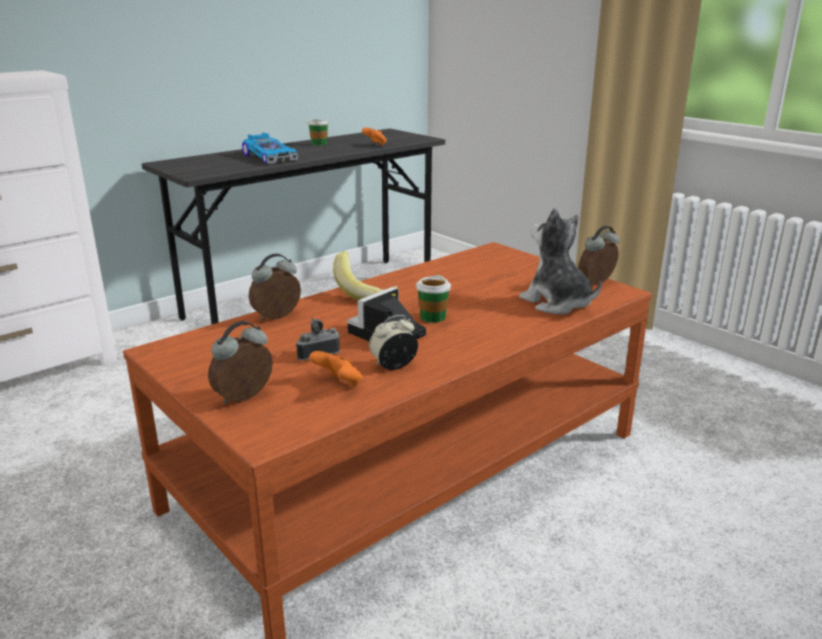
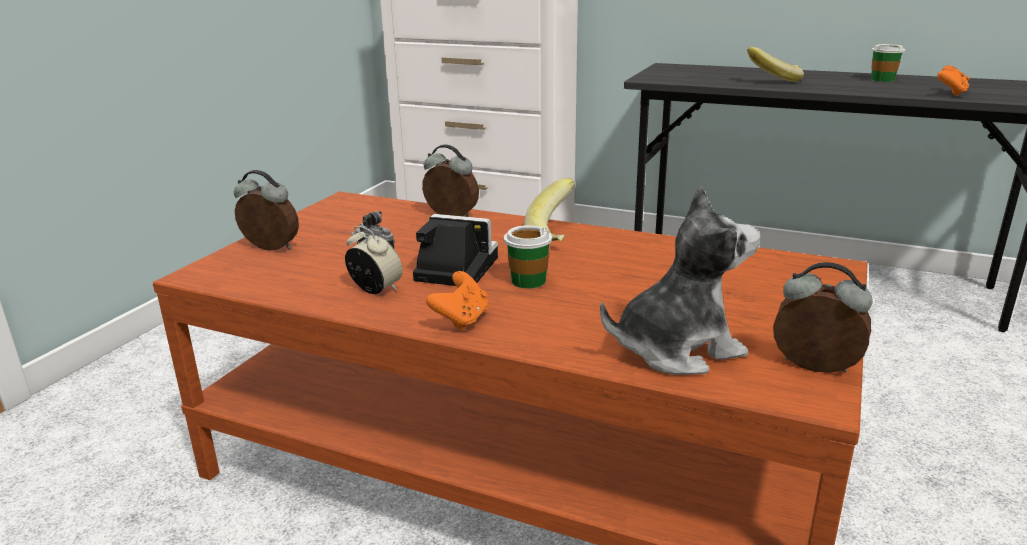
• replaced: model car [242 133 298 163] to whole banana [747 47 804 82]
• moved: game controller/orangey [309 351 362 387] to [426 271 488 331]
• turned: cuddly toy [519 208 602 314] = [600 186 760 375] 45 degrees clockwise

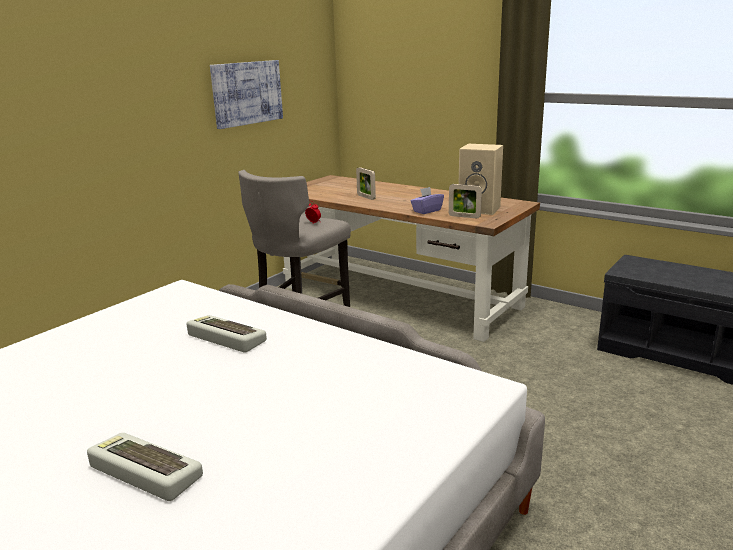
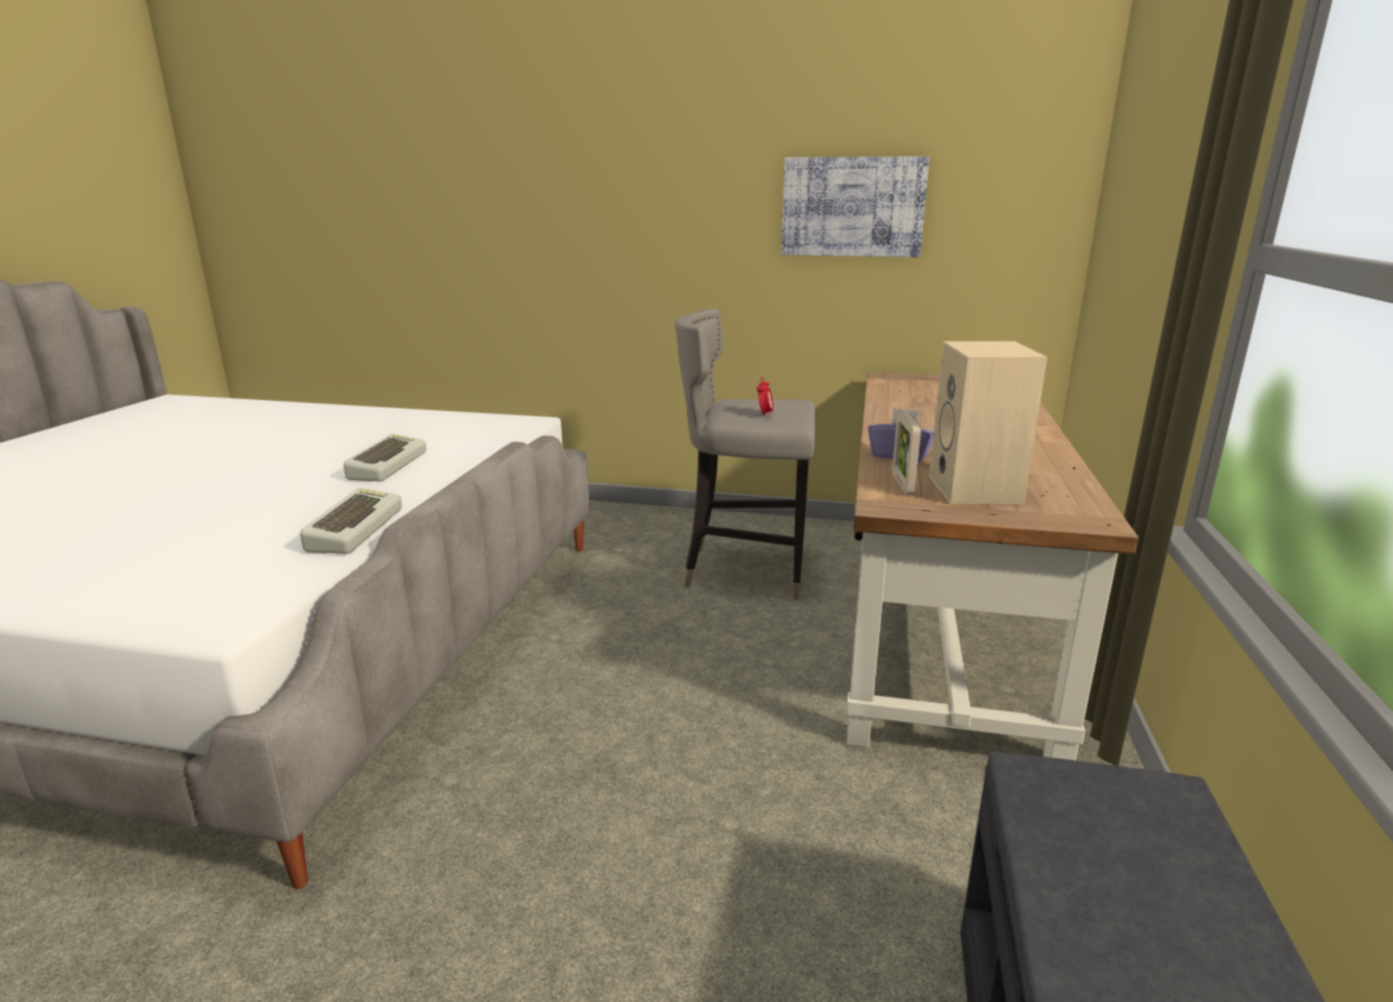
• moved: computer keyboard [87 433 203 501] to [300 488 402 554]
• removed: standing frame [356 167 376 200]

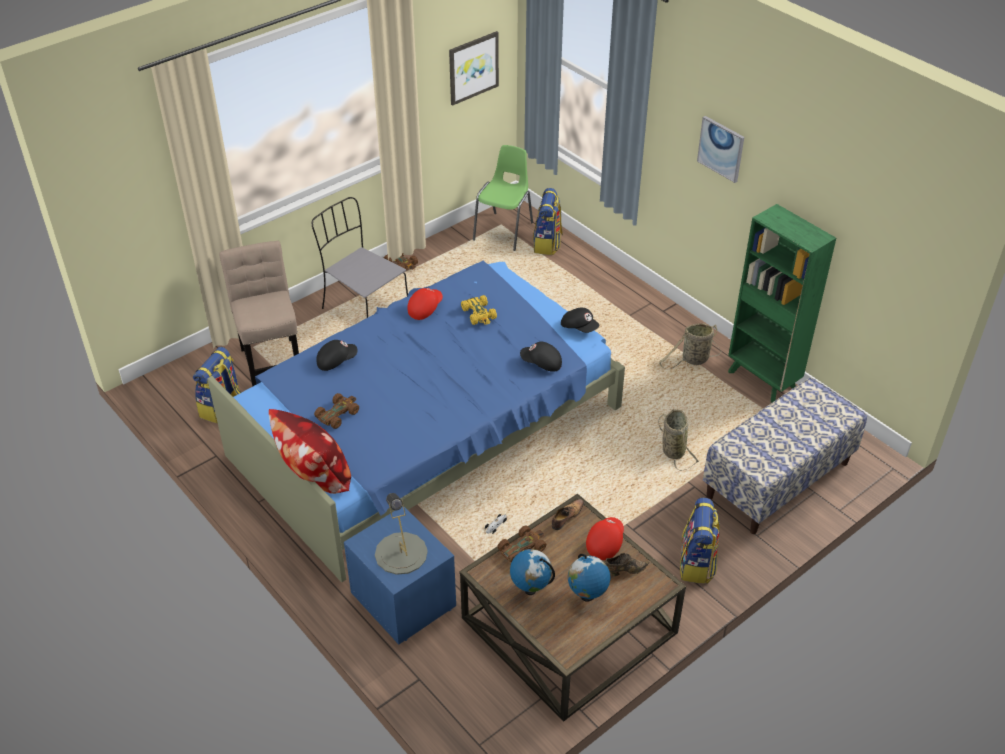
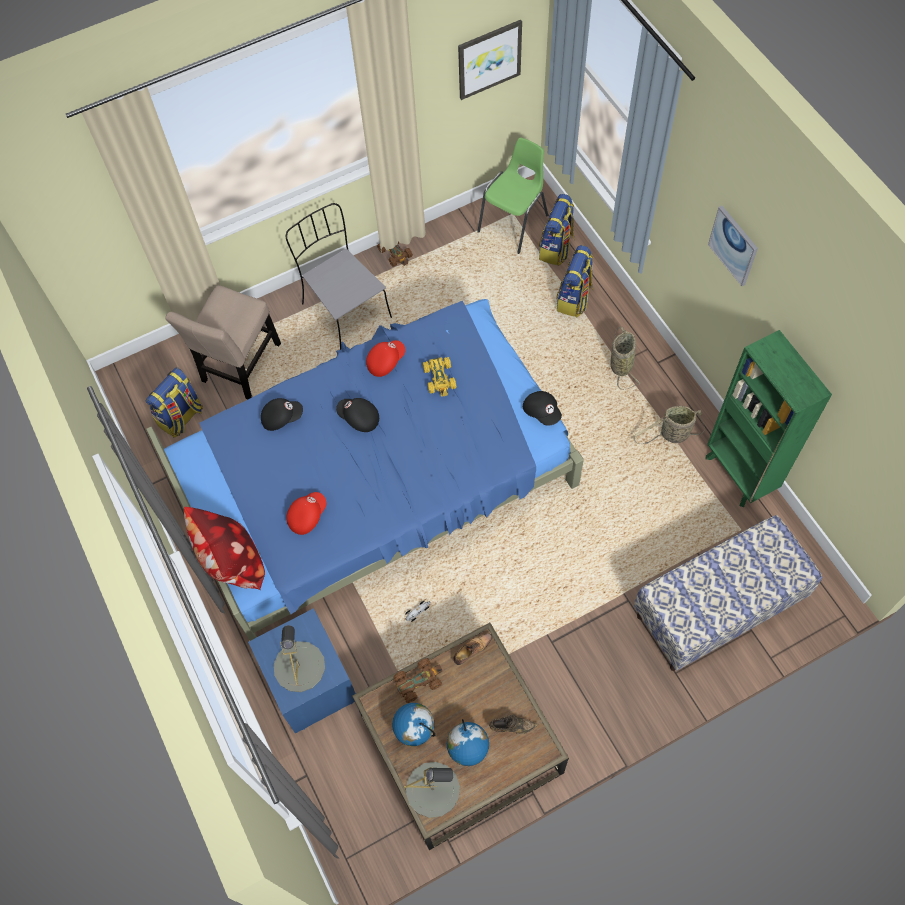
• turned: upright chair/beige-coloured [219 241 299 387] = [166 285 281 399] 150 degrees counterclockwise
• removed: model car/brown [314 393 359 429]
• moved: cap/black-coloured [520 342 562 372] to [336 398 379 432]
• moved: cap/reddish [586 517 624 560] to [286 492 326 535]
• moved: household basket [658 409 700 471] to [611 326 640 389]
• moved: knapsack [680 498 720 584] to [556 245 593 317]
• added: table lamp/greyish [404 762 460 818]

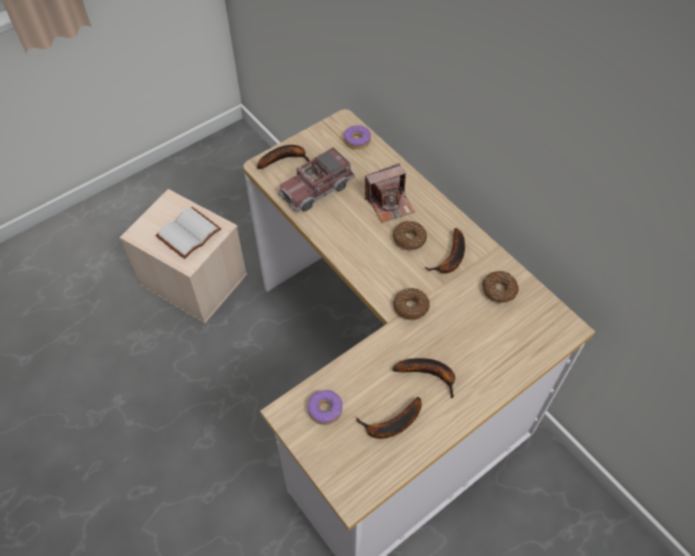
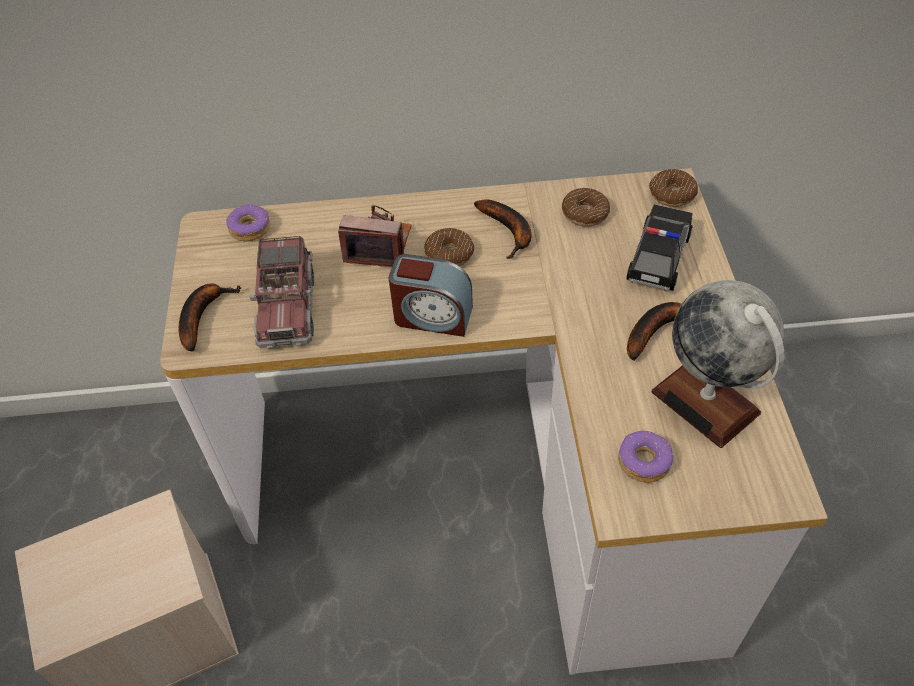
• removed: book/white [155 207 221 259]
• replaced: whole banana [356 397 422 439] to globe [651 280 784 448]
• turned: still camera [365 163 415 223] = [338 205 412 267] 90 degrees counterclockwise
• moved: ring doughnut [393 288 430 320] to [649 169 698 207]
• added: table clock [389 254 473 337]
• added: model car [626 204 693 291]

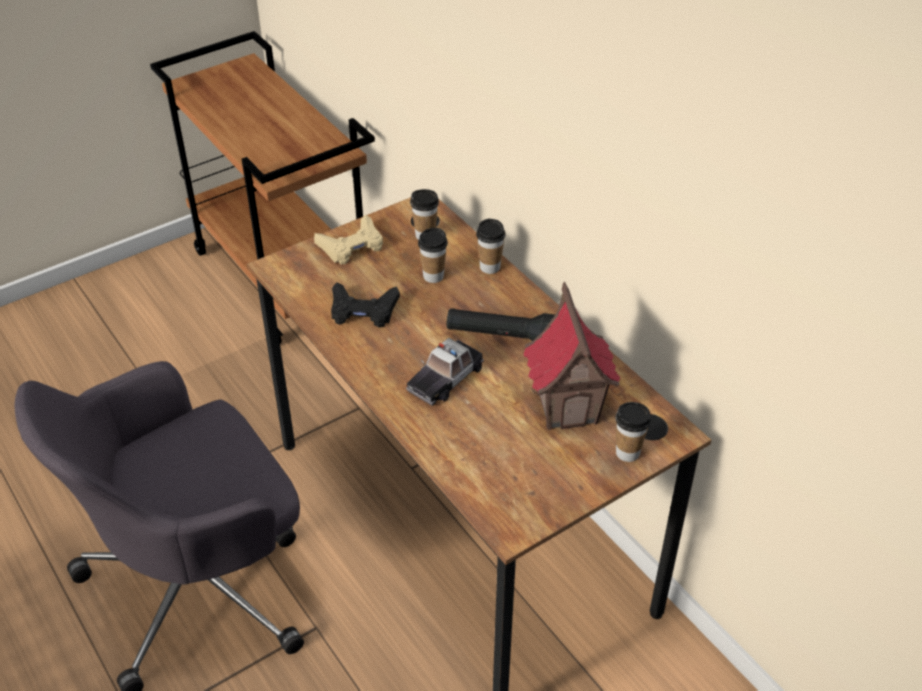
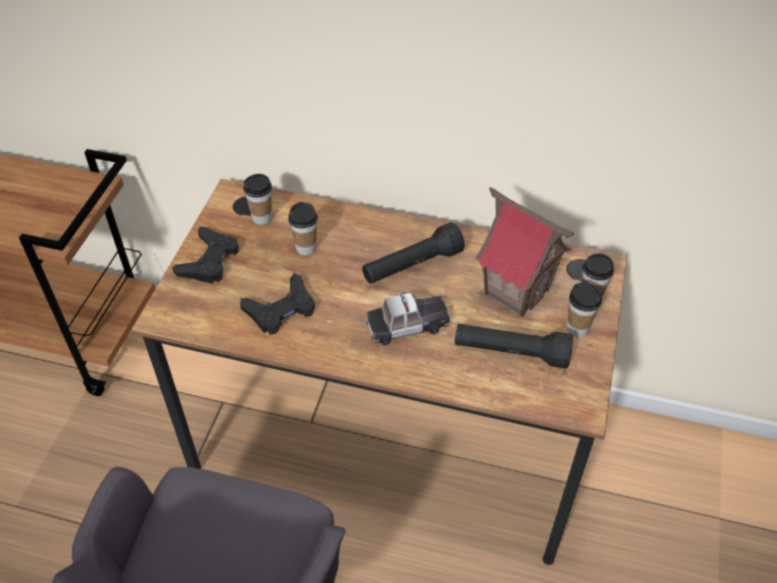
• recoloured: game controller/beige-coloured [314 215 383 265] to game controller/black-coloured [172 227 239 283]
• turned: model car [406 338 484 406] = [366 293 450 345] 105 degrees counterclockwise
• moved: small cup [476 219 506 274] to [567 282 602 337]
• added: flashlight/black-coloured [455 324 573 369]

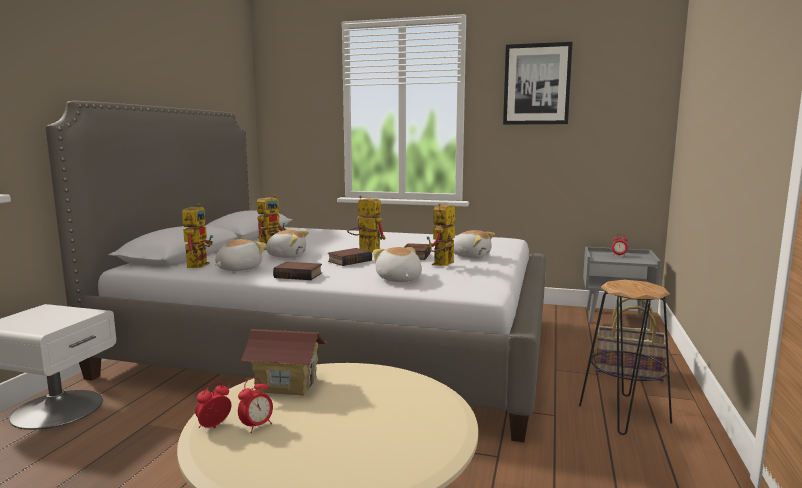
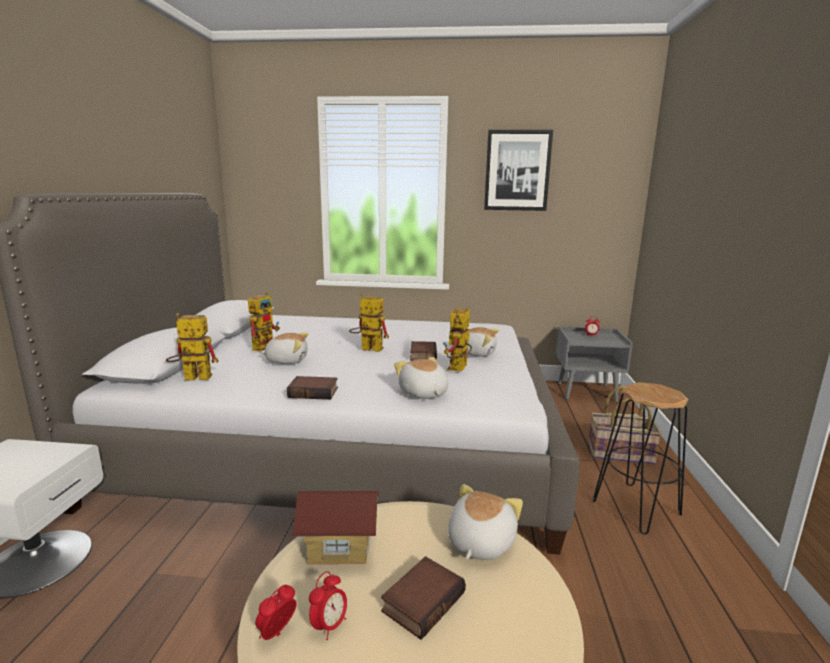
• turned: robot figure [182 203 213 268] = [166 313 218 381] 90 degrees counterclockwise
• moved: cuddly toy [215 239 266 271] to [448 484 523 560]
• moved: book [328 248 372 266] to [381 556 466 640]

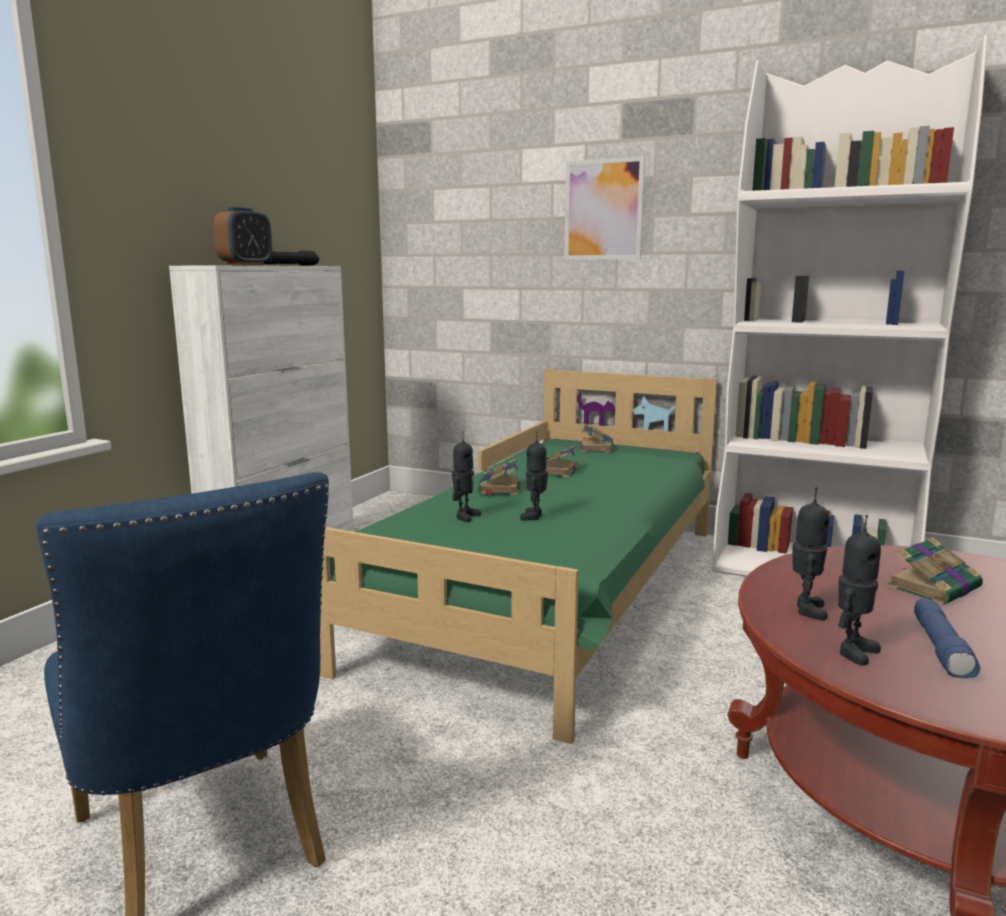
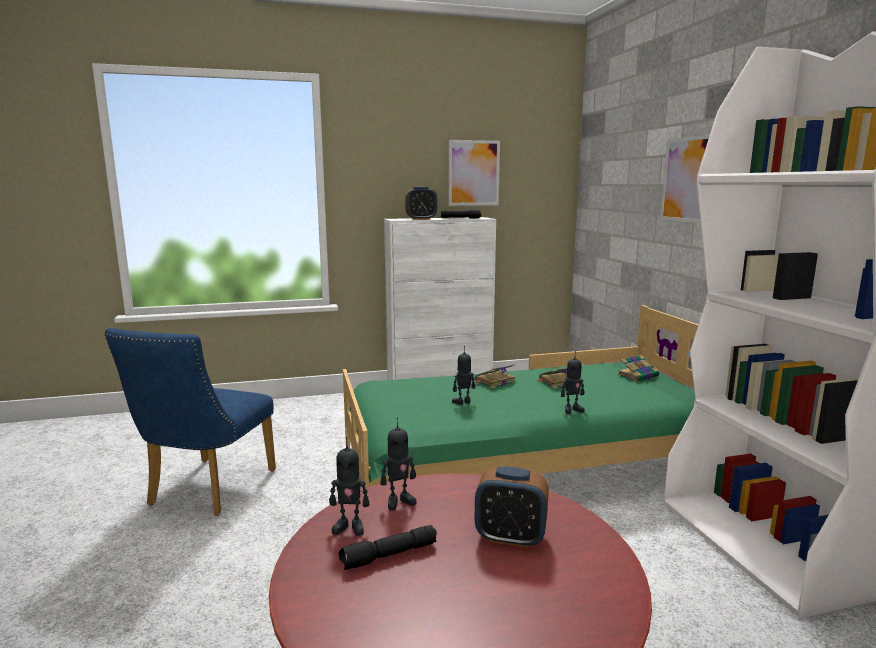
• moved: robot figure [452 431 481 522] to [561 351 585 414]
• replaced: book [886 537 983 605] to table clock [475 467 549 548]
• recoloured: flashlight/bluish [914 599 980 678] to flashlight/black-coloured [339 525 437 570]
• added: picture [449 140 500 206]

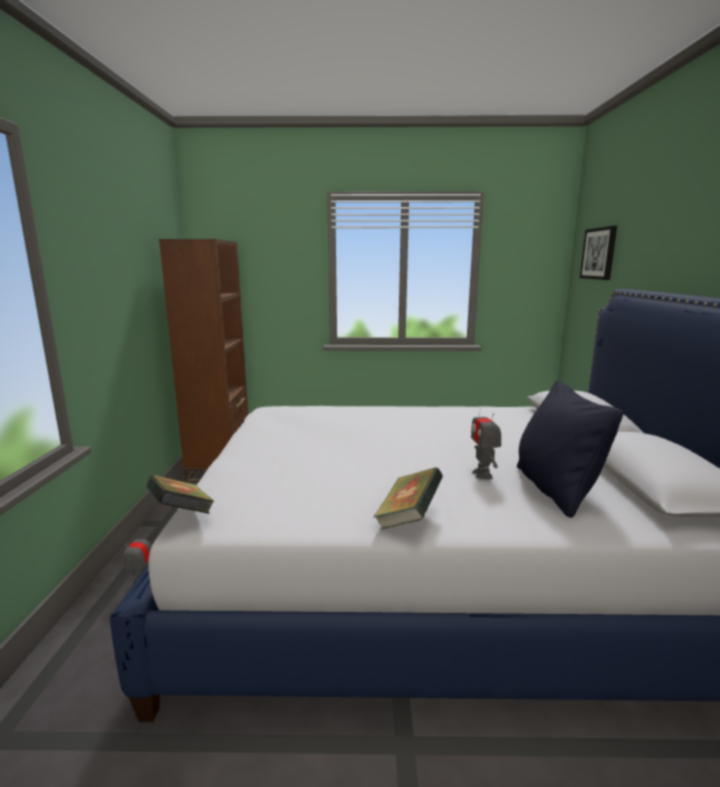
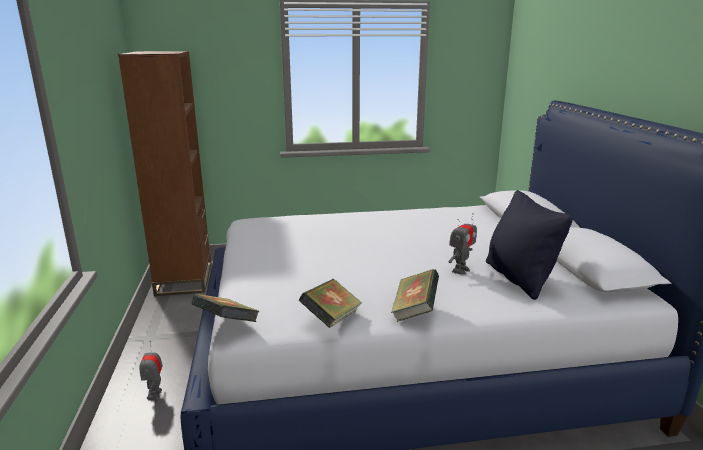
• turned: robot figure [471 402 501 479] = [449 213 477 275] 120 degrees counterclockwise
• removed: picture [580 226 617 280]
• added: book [299 279 362 328]

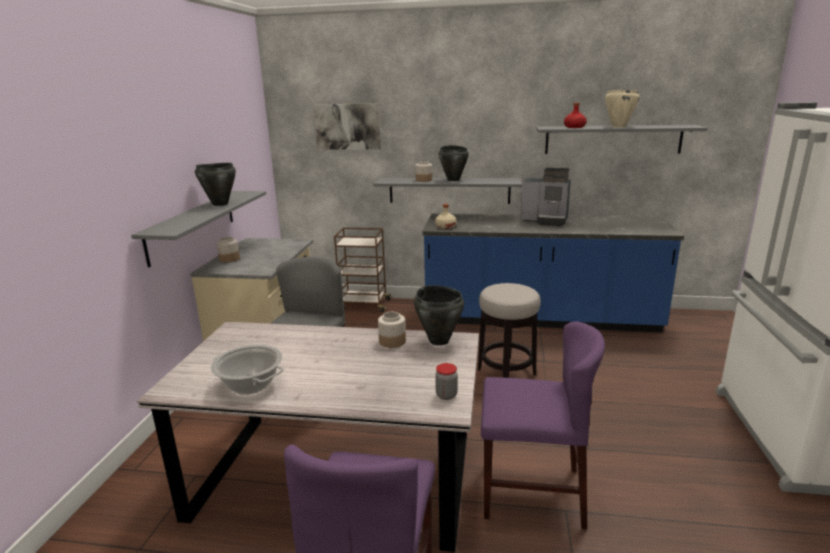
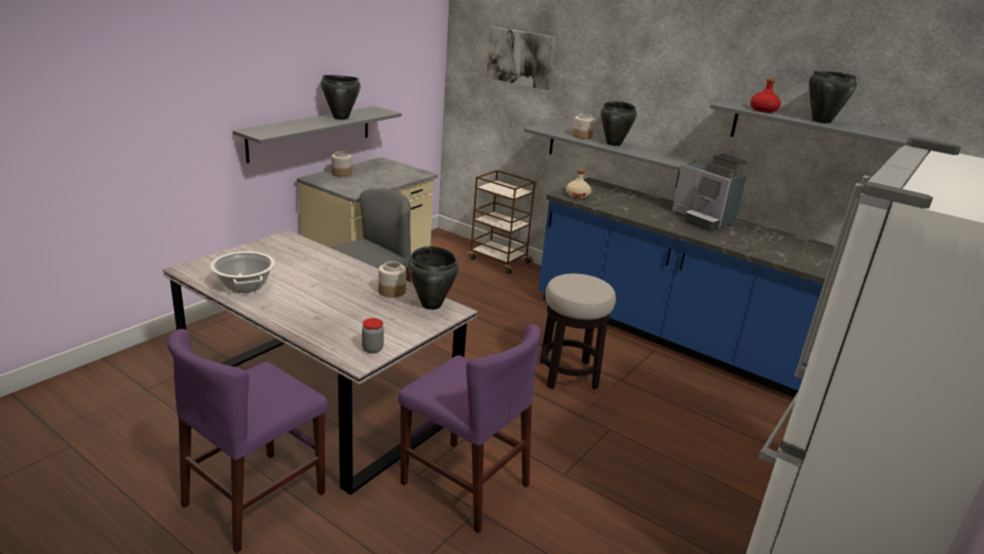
• recoloured: cooking pot/beige-coloured [605 90 640 127] to cooking pot/black-coloured [809 71 857 124]

